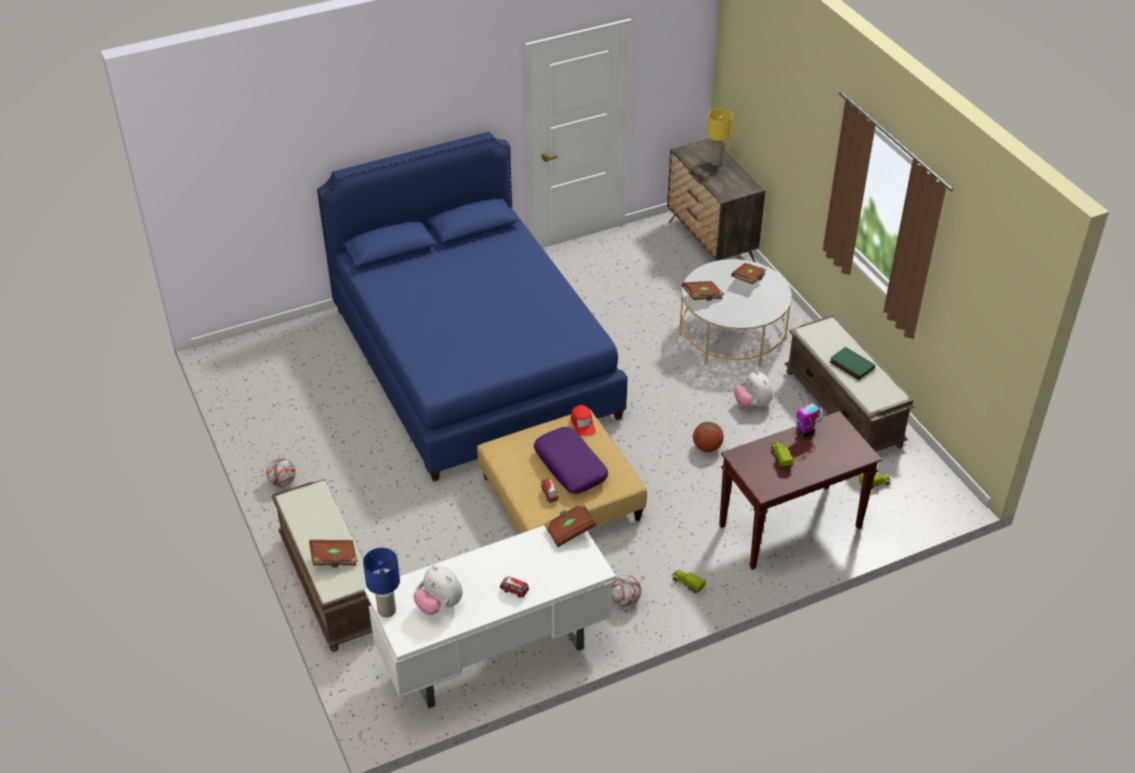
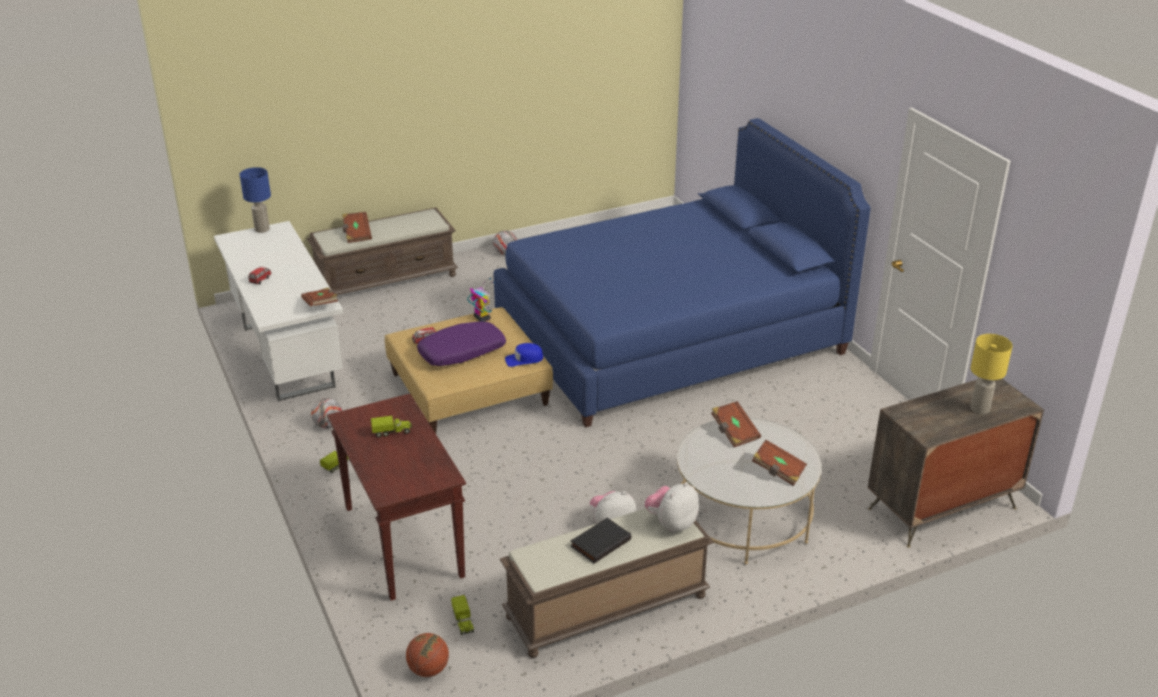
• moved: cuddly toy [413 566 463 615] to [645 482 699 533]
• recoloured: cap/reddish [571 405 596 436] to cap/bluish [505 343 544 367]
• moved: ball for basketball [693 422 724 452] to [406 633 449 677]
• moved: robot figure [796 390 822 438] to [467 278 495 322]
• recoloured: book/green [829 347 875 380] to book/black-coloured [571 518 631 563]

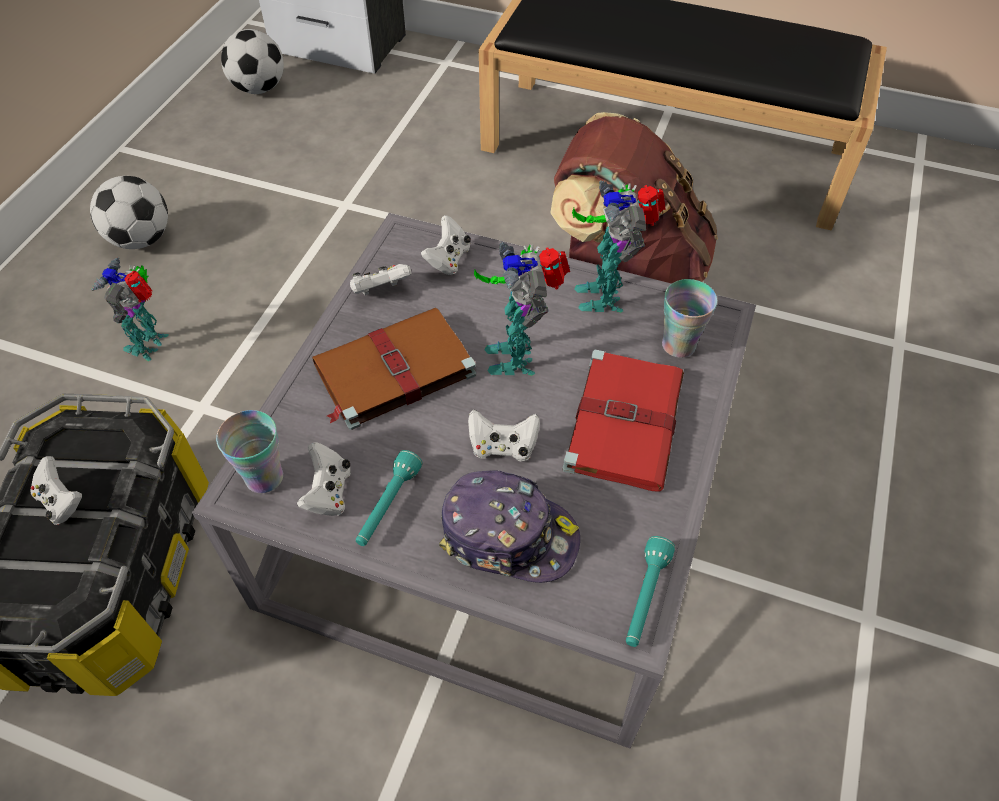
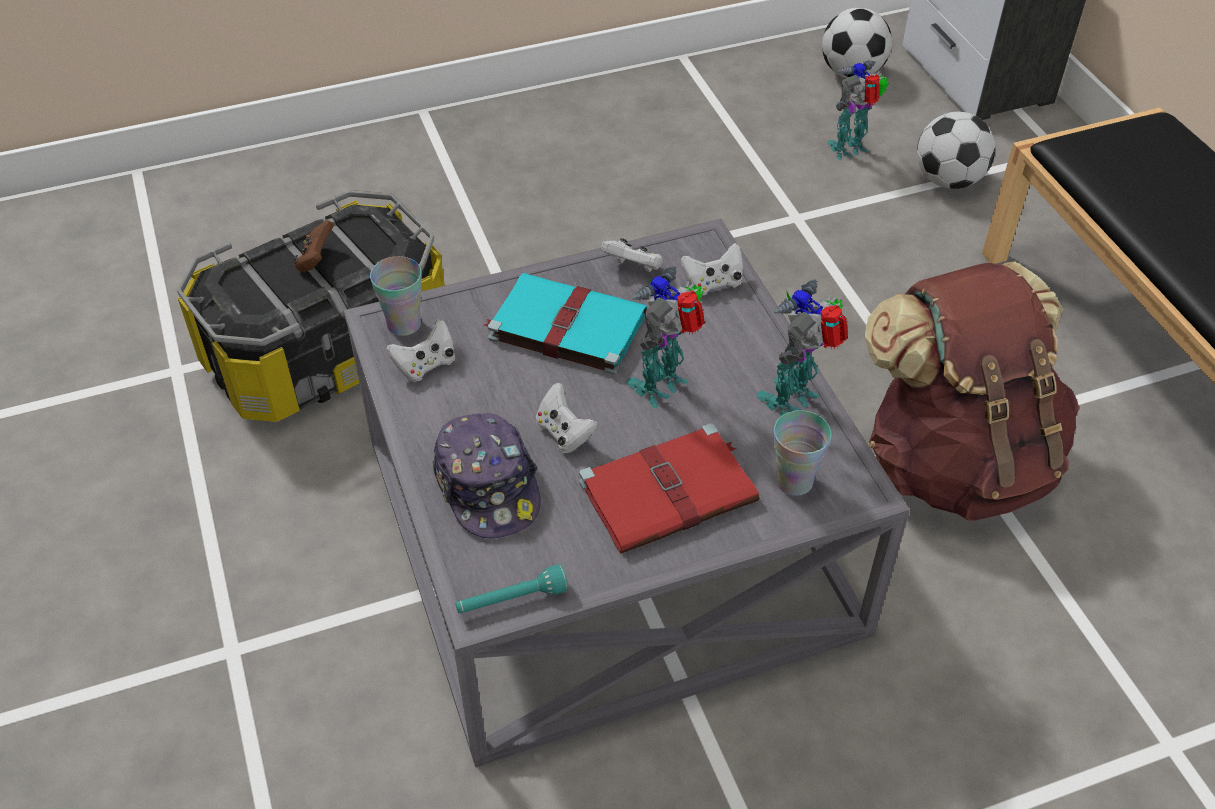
• recoloured: game controller/white [30 456 82 525] to game controller/brown [293 220 334 272]
• moved: football [90 176 168 249] to [917 112 995 189]
• moved: robot figure [91 257 168 361] to [827 60 889 160]
• recoloured: book/brown [312 308 476 430] to book/turquoise [483 273 647 375]
• removed: flashlight/turquoise [356 450 422 546]

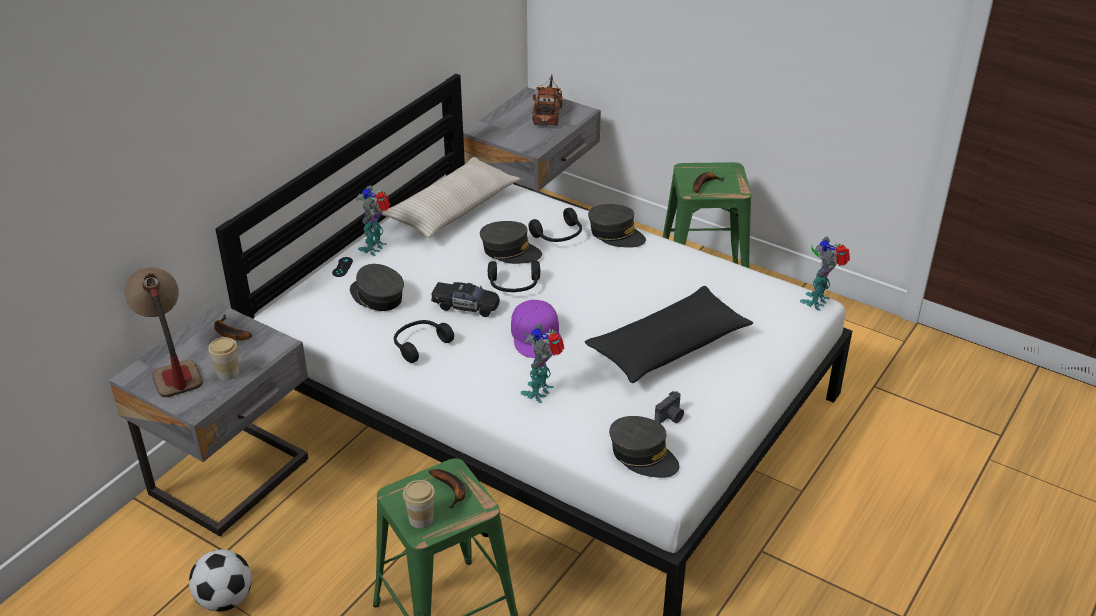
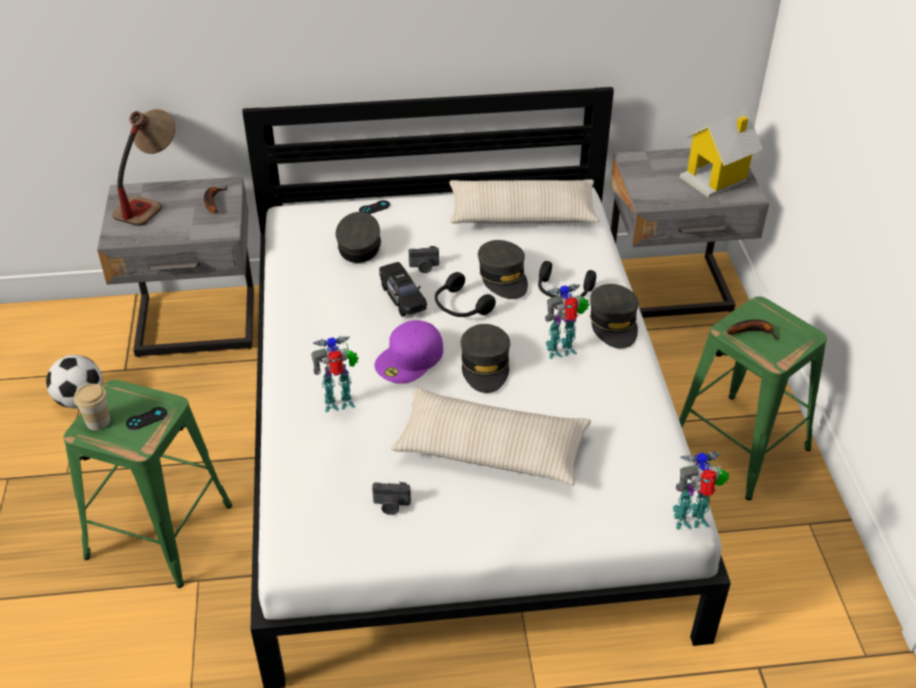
• removed: small cup [208 337 239 380]
• moved: robot figure [355 185 390 256] to [545 284 589 359]
• removed: headset/black-coloured [394 320 454 363]
• replaced: whole banana [429 469 466 508] to game controller/black-coloured [126 407 167 430]
• replaced: toy truck [532 74 563 126] to model house [680 110 763 198]
• recoloured: pillow/black-coloured [585 286 753 383] to pillow/beige-coloured [391 388 591 486]
• moved: cap/greyish [609 416 679 478] to [461 324 510 393]
• added: still camera [409 246 439 273]

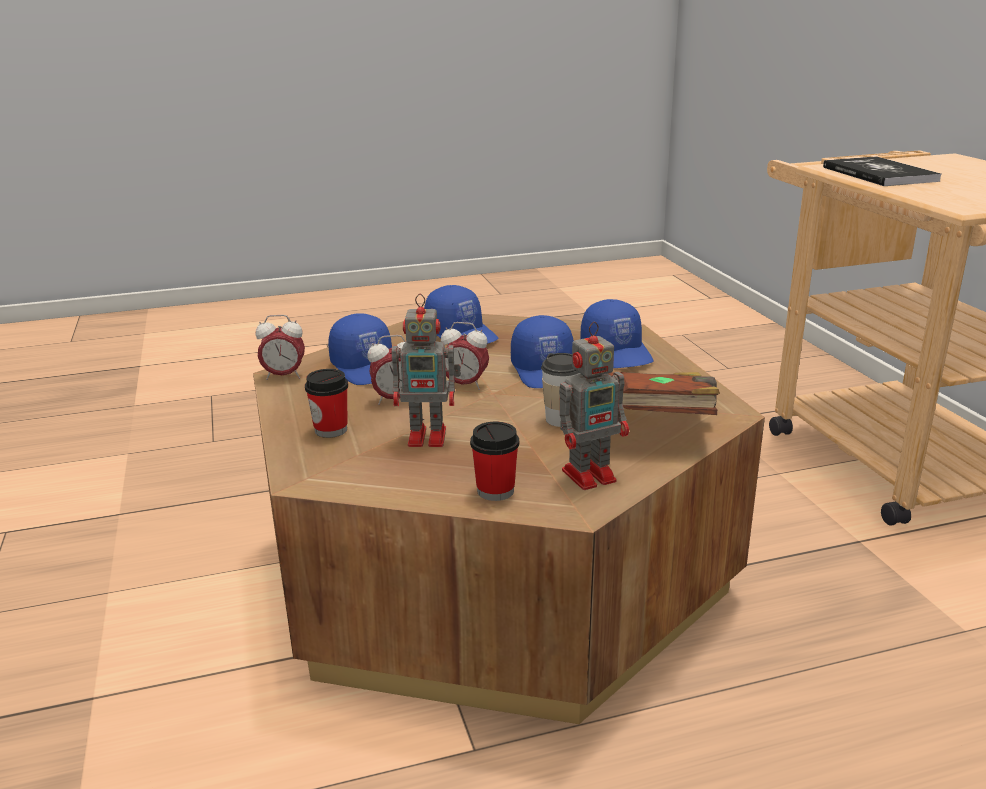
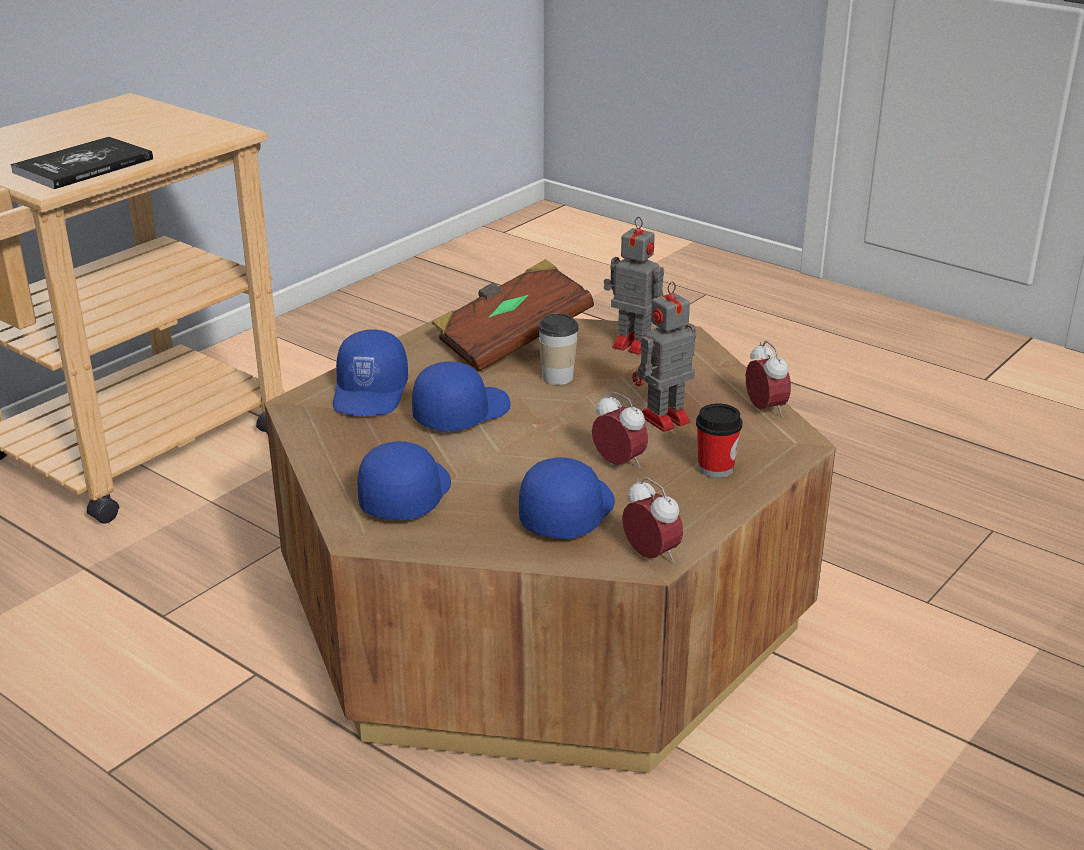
• turned: robot figure [392 294 461 447] = [632 281 696 432] 90 degrees counterclockwise
• moved: table clock [441 322 489 390] to [746 340 791 417]
• removed: small cup [470 422 519 501]
• turned: cap/bluish [580 299 654 368] = [333 329 408 416] 150 degrees clockwise

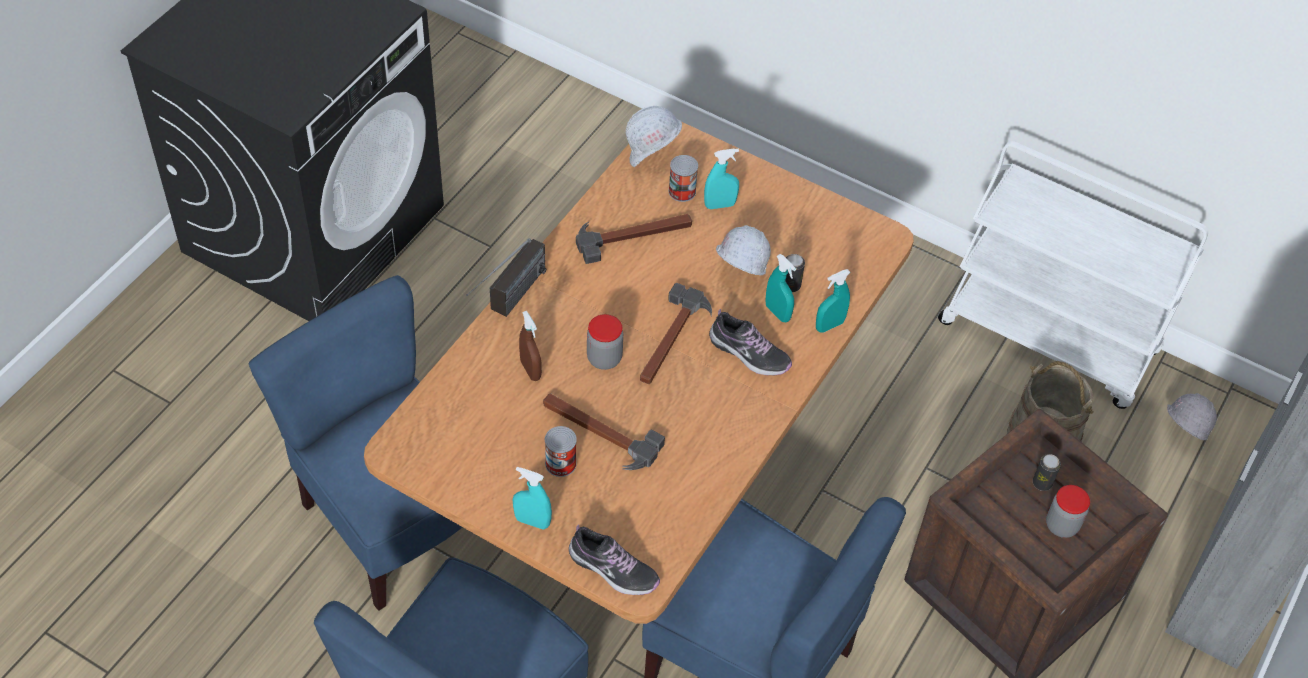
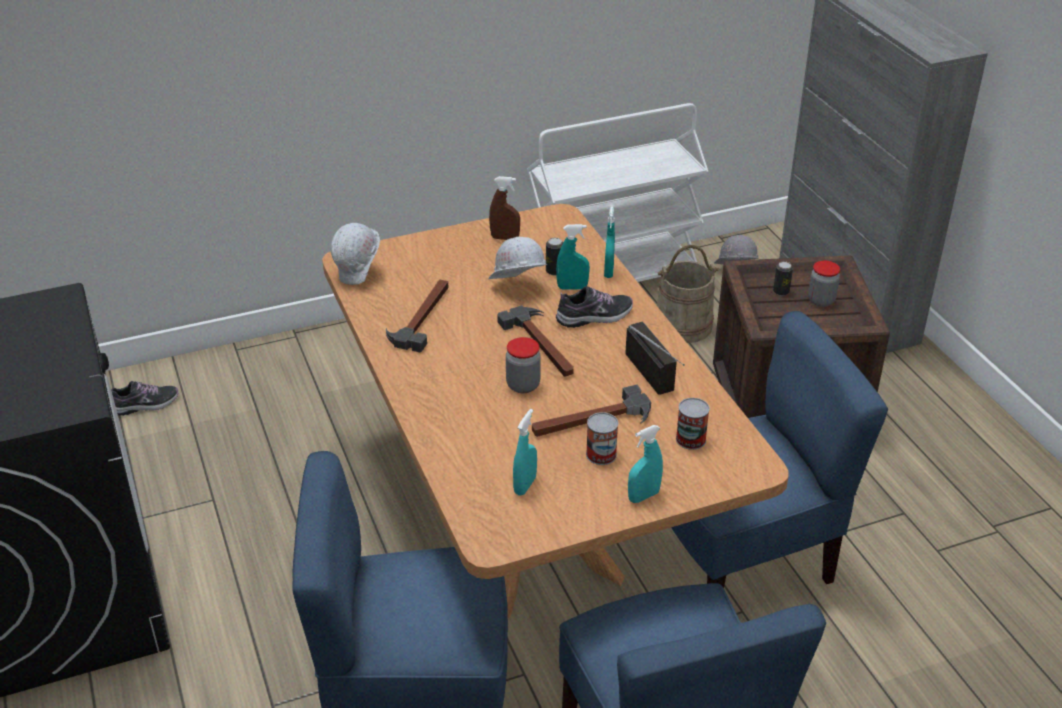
• moved: radio [466 238 546 317] to [625 321 685 395]
• moved: spray bottle/brown [519 311 542 381] to [489 176 520 240]
• moved: shoe [569 524 660 595] to [111 381 178 416]
• moved: sealed can [668 155 698 202] to [676 398 710 450]
• moved: spray bottle/turquoise [704 148 739 209] to [513 409 537 496]

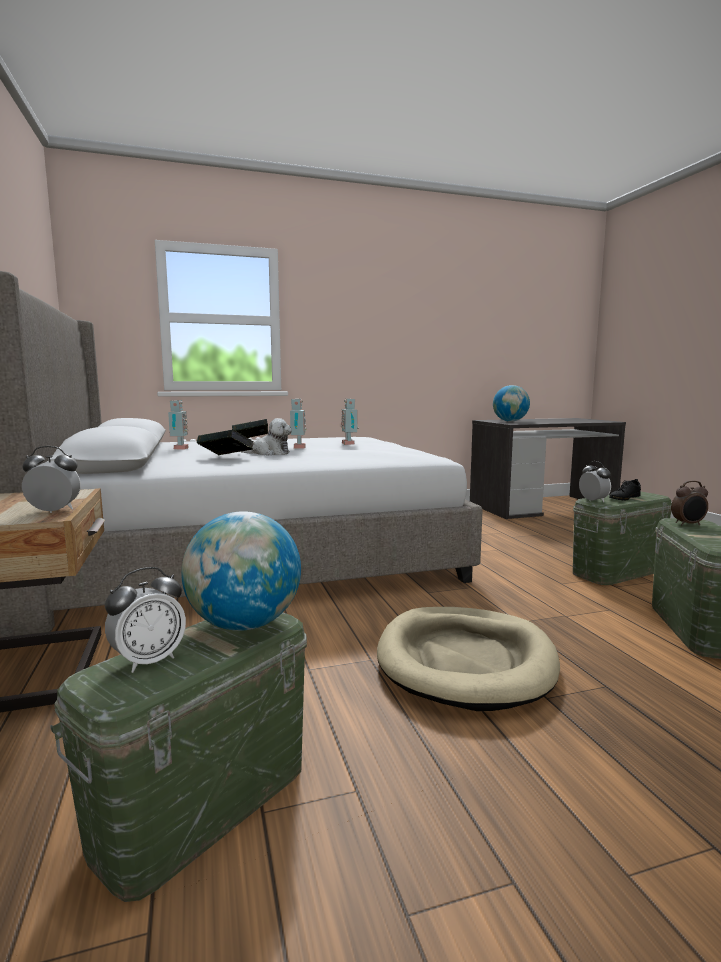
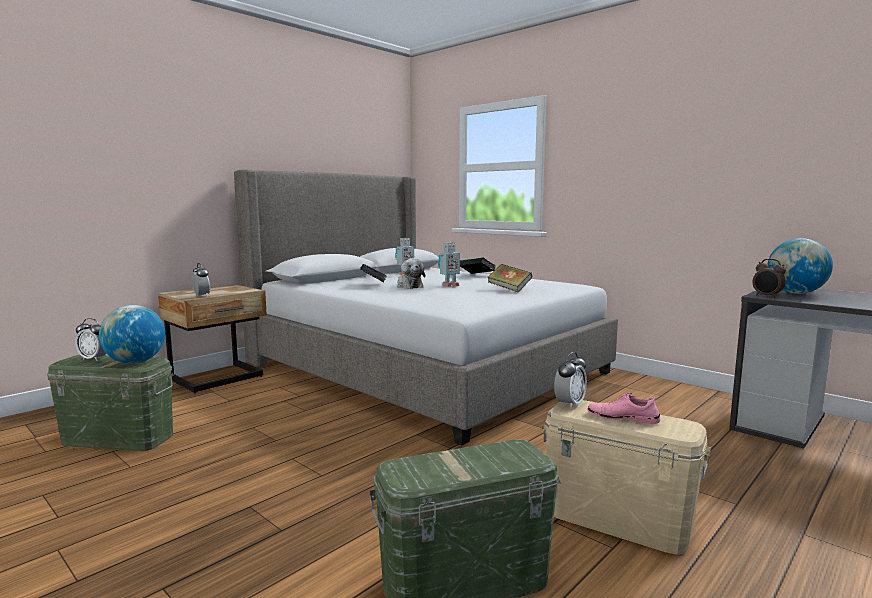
• replaced: robot figure [341 399 358 445] to book [488 264 532 293]
• removed: pet bed/beige-coloured [377 607 560 711]
• recoloured: storage bin/green [573 492 672 585] to storage bin/beige-coloured [542 400 711 555]
• recoloured: shoe/black-coloured [609 479 641 500] to shoe/pinkish [587 392 660 424]
• moved: table clock [671 481 708 526] to [753 259 786 298]

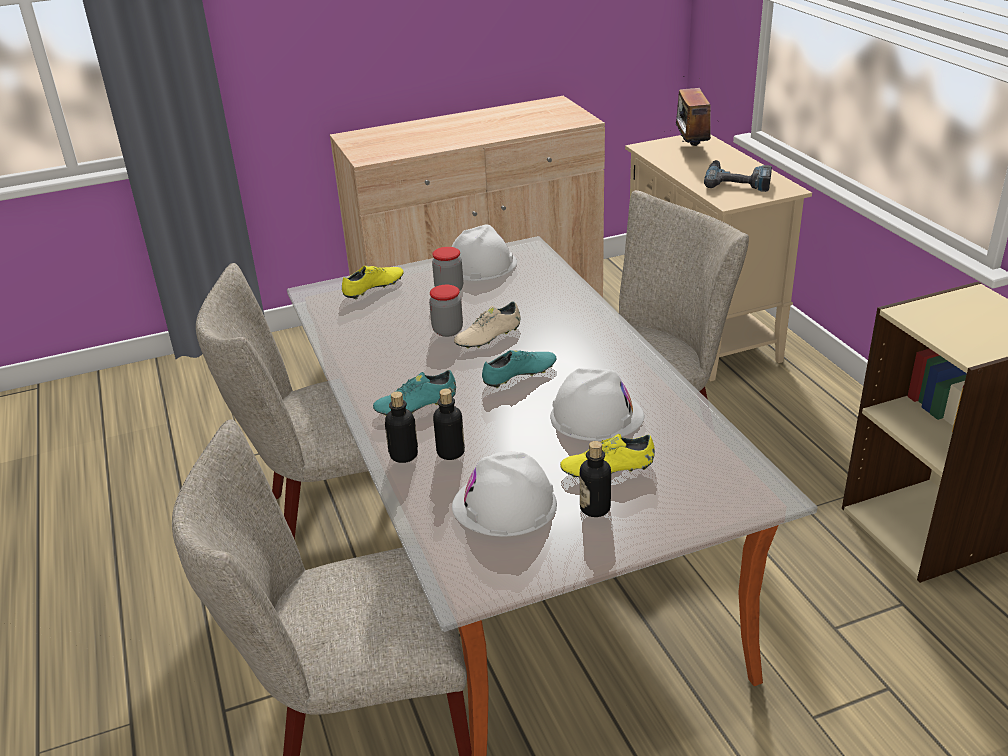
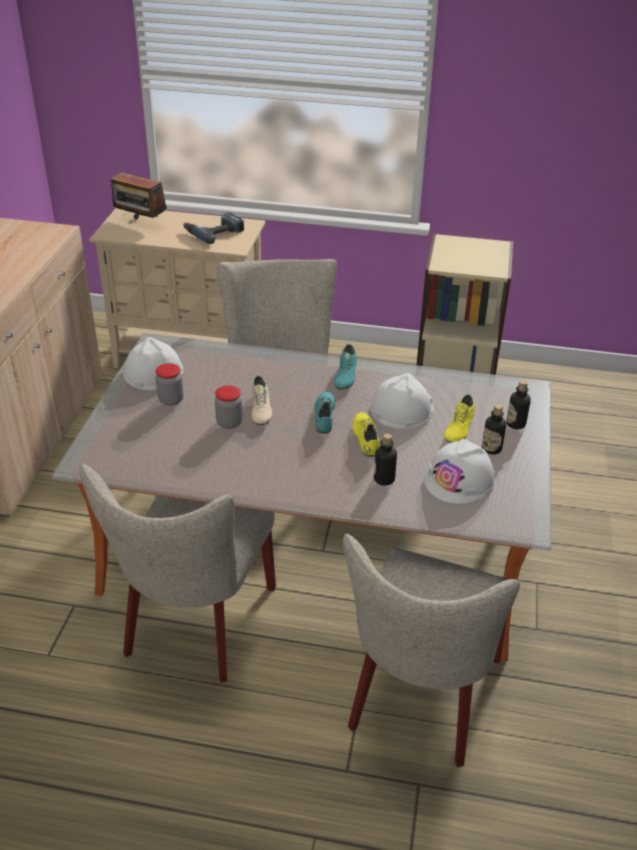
• moved: shoe/yellow [342 266 404 299] to [353 412 380 457]
• moved: shoe/turquoise [373 370 456 416] to [334 344 357 390]
• moved: bottle [385 391 418 463] to [506 380 531 429]

